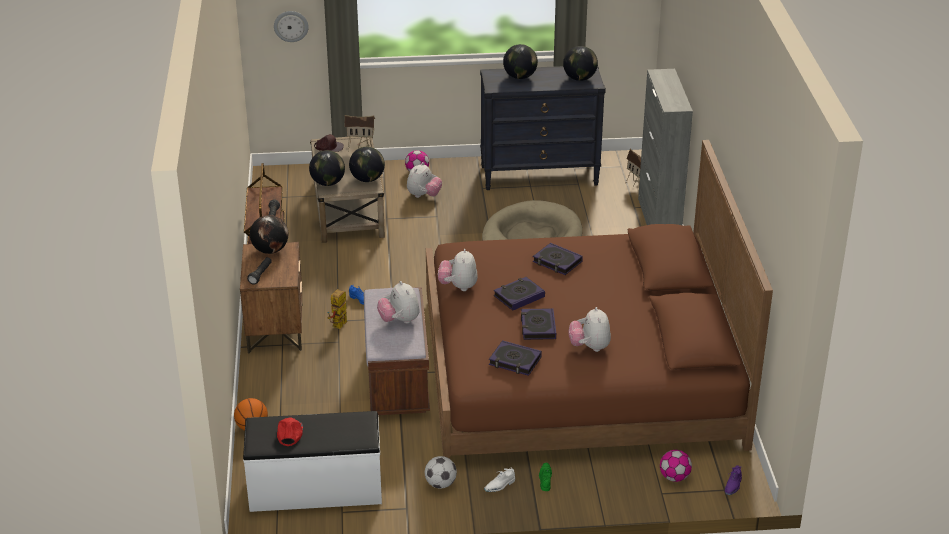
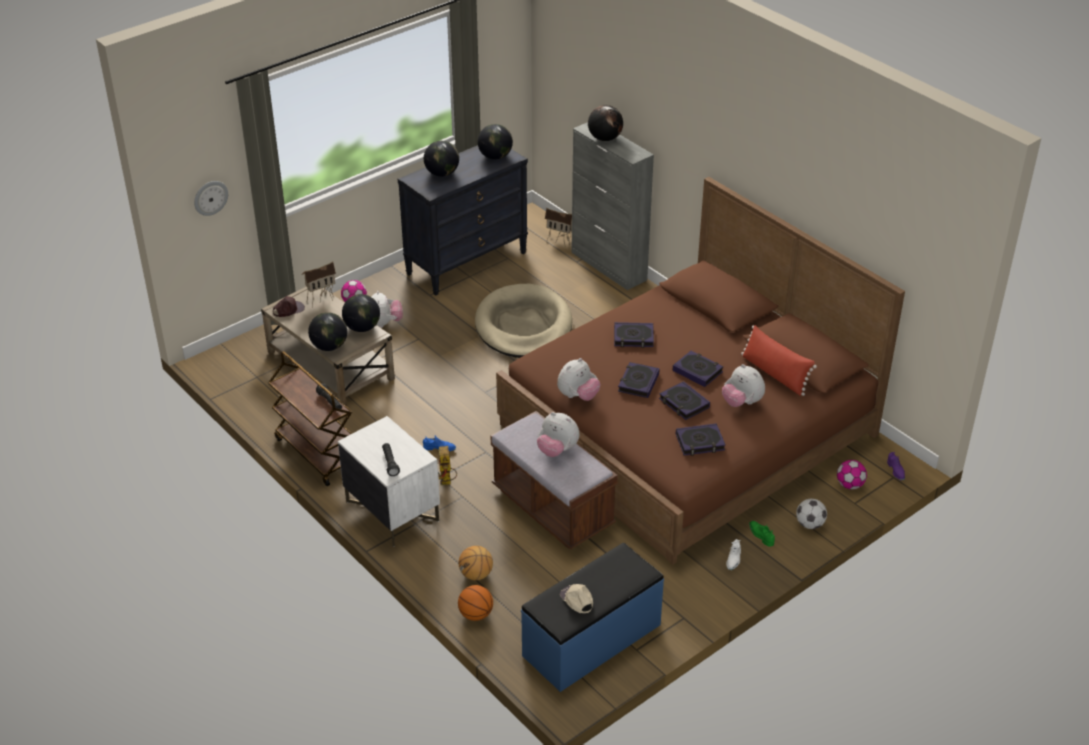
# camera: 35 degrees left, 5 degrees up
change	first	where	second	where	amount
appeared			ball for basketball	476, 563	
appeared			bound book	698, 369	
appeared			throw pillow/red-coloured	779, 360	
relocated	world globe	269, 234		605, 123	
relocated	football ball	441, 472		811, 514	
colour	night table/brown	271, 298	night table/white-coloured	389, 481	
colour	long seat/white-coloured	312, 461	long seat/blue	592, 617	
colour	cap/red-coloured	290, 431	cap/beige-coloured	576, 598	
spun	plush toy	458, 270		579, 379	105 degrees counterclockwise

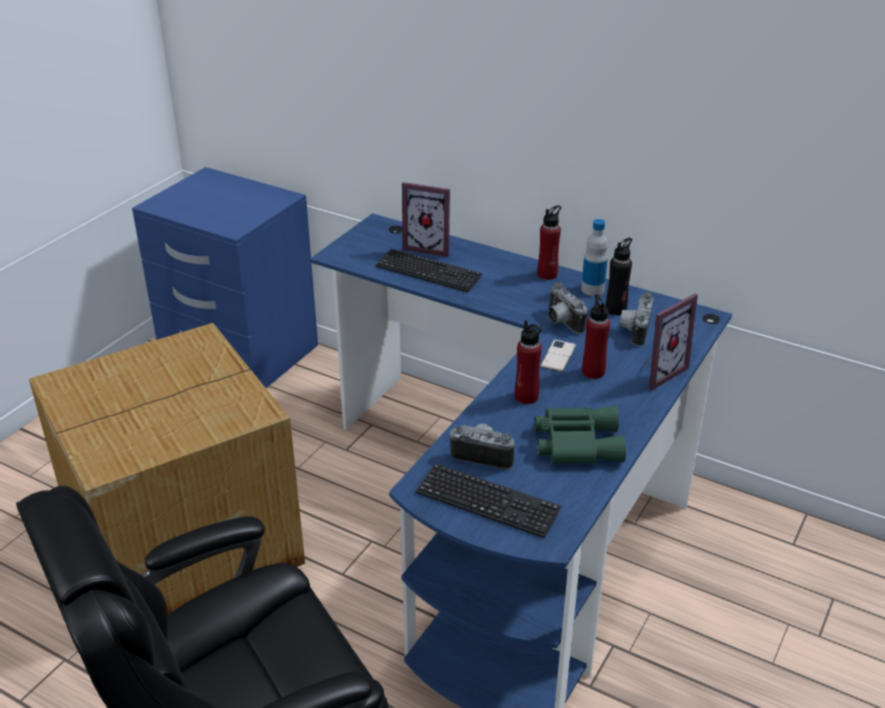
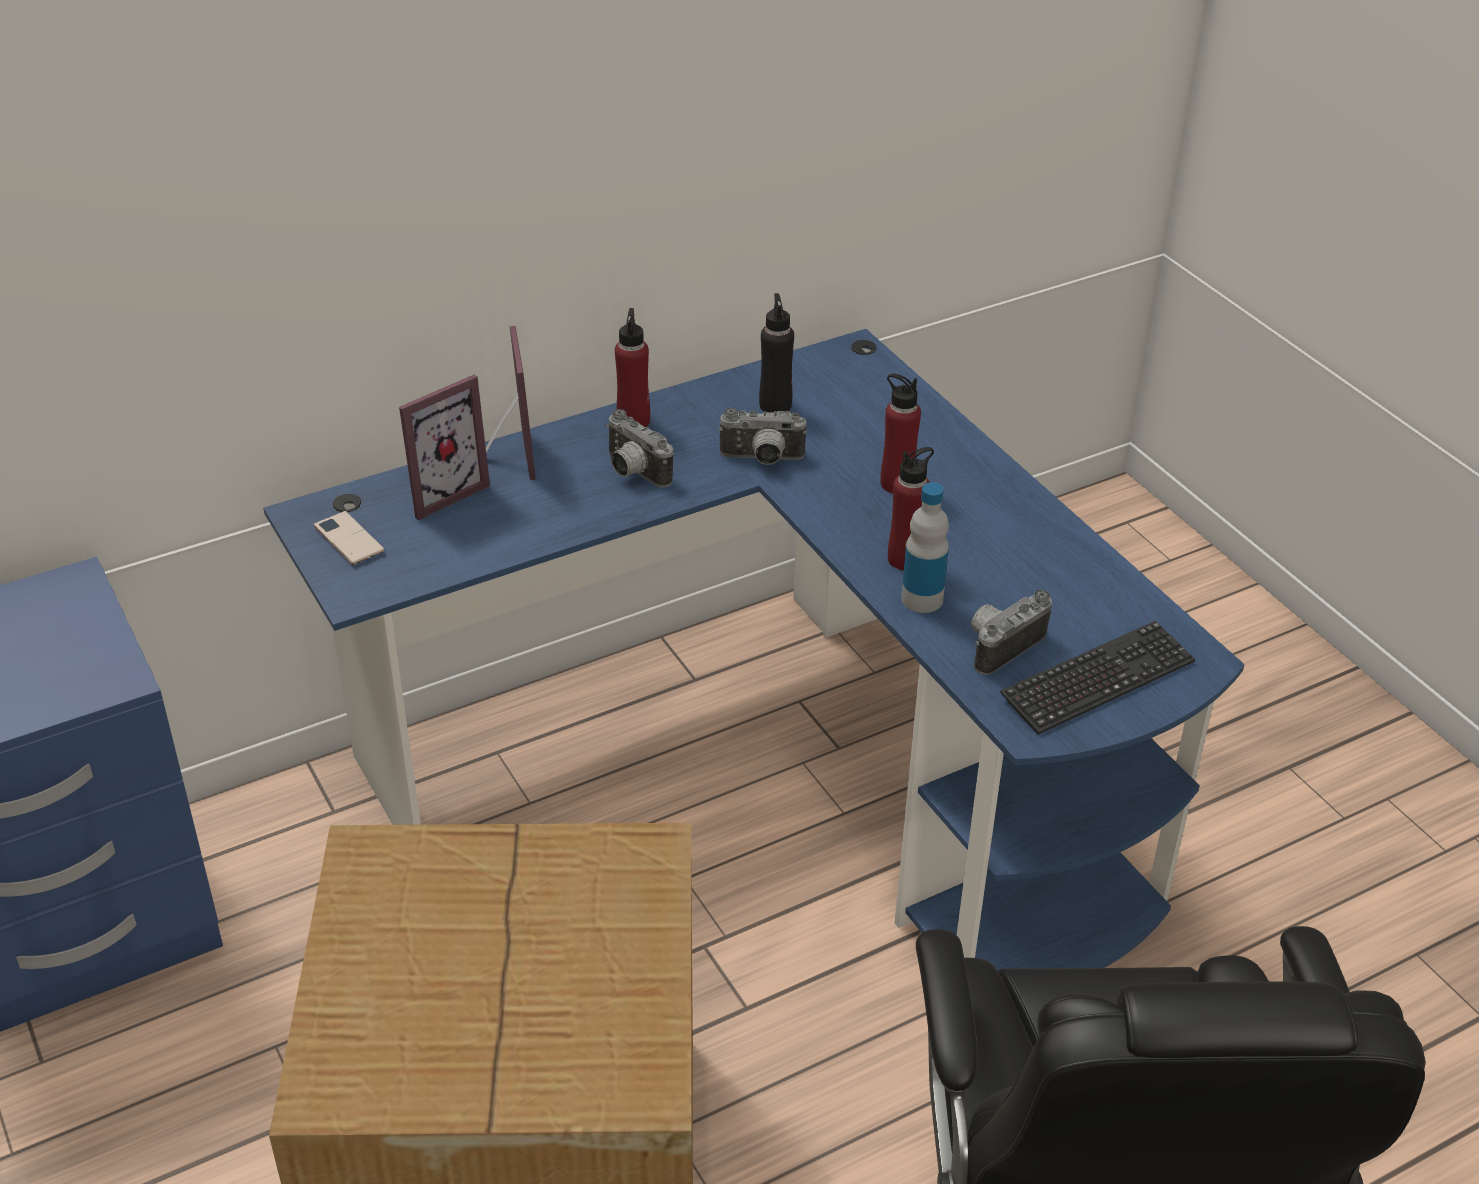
# camera: 60 degrees left, 5 degrees up
change	first	where	second	where	amount
missing	computer keyboard	429, 270			
missing	pair of binoculars/green-coloured	580, 435			
relocated	handset	558, 356		349, 538	
relocated	drink bottle	594, 257		925, 547	
relocated	still camera	636, 319		640, 448	
relocated	photo frame	671, 342		511, 403	

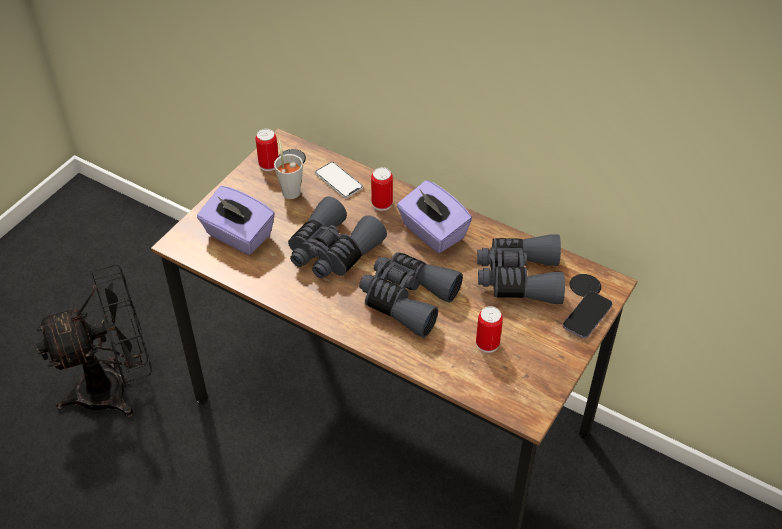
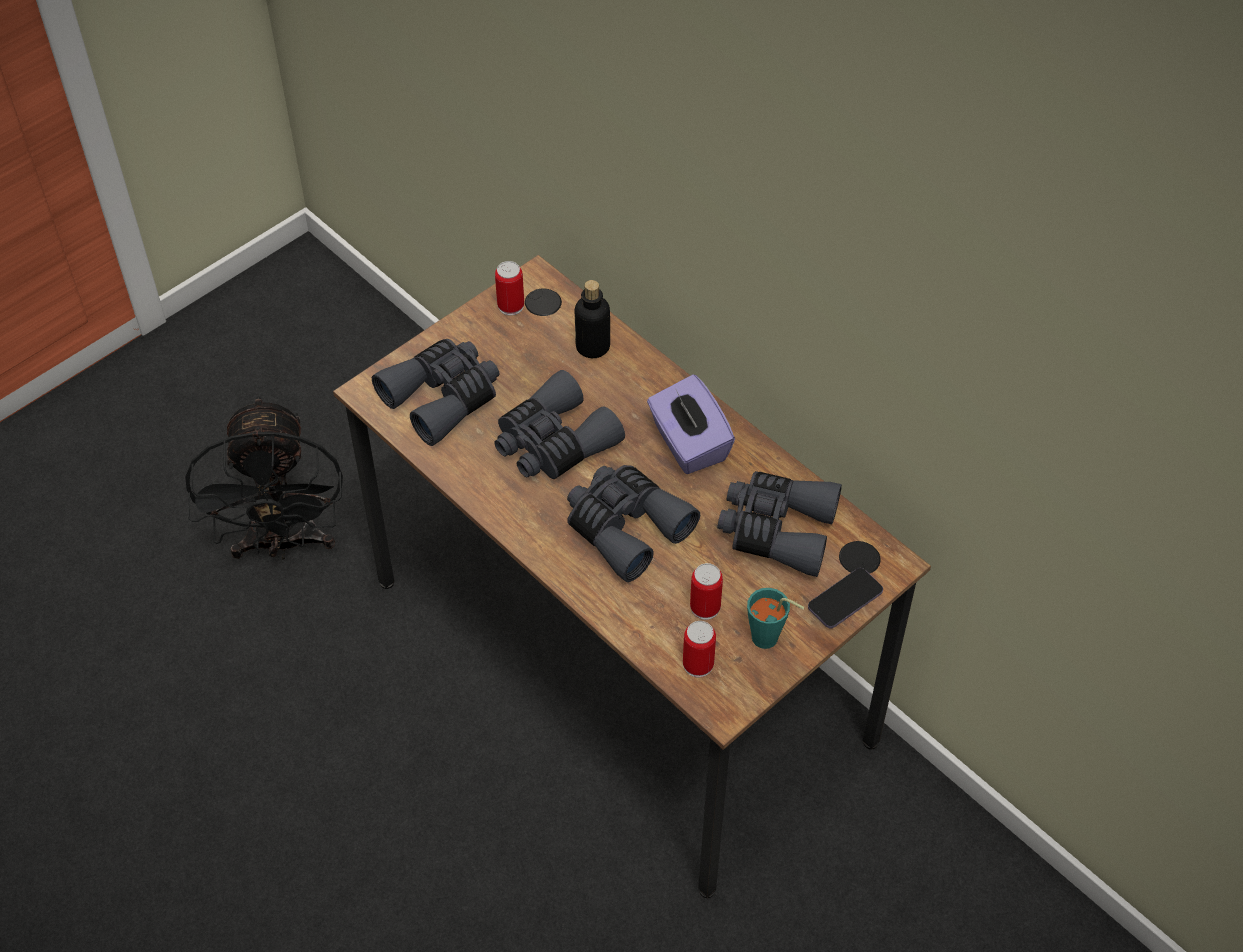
# camera: 15 degrees right, 5 degrees up
change	first	where	second	where	amount
missing	cup/grey	288, 169			
appeared			cup/turquoise	776, 618	
relocated	can	382, 189		699, 649	
exchanged	tissue box/purple-coloured	236, 220	pair of binoculars/grey	435, 392	
exchanged	handset	339, 180	drink bottle	592, 319	
spun	cooling fan/black-coloured	93, 340		264, 478	90 degrees clockwise

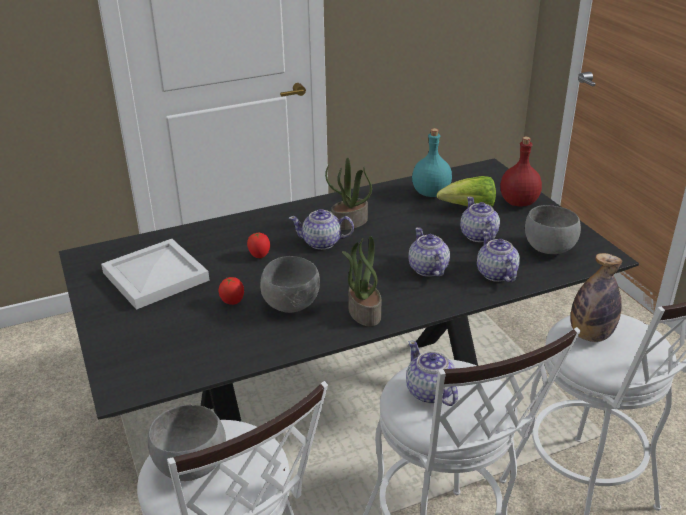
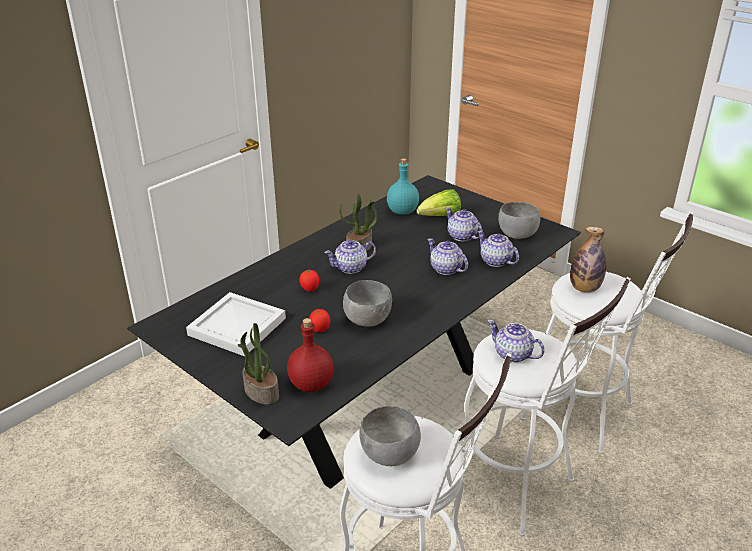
# camera: 25 degrees left, 0 degrees up
change	first	where	second	where	amount
relocated	potted plant	361, 281		258, 364	
relocated	drink bottle/red-coloured	521, 171		310, 355	

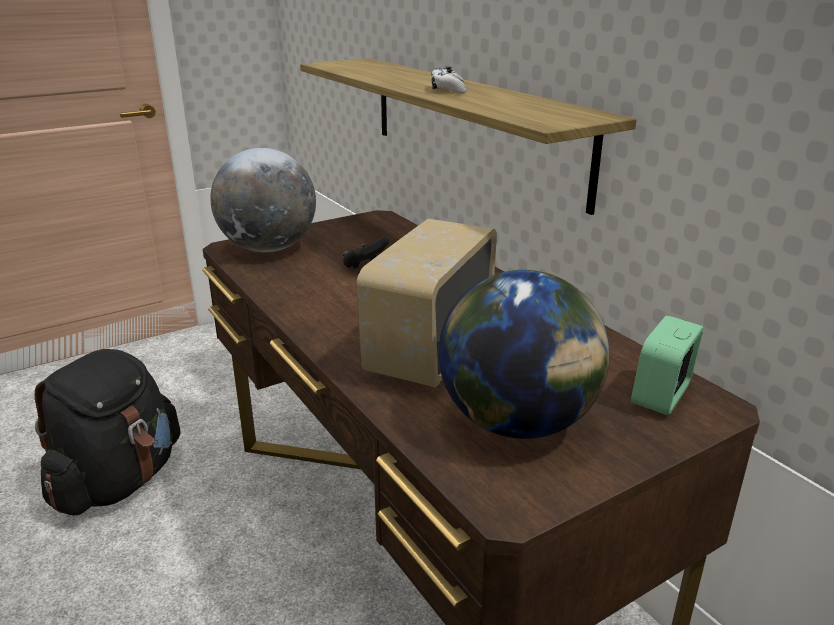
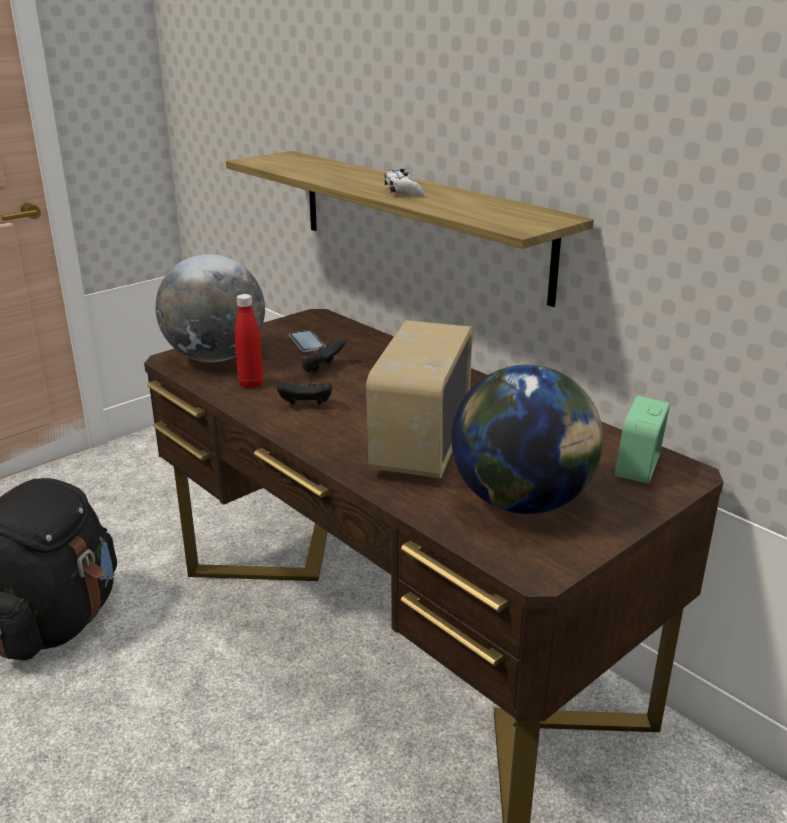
# camera: 10 degrees left, 0 degrees up
change	first	where	second	where	amount
appeared			drink bottle/red-coloured	249, 341	
appeared			joypad/black-coloured	304, 393	
appeared			handset	307, 341	

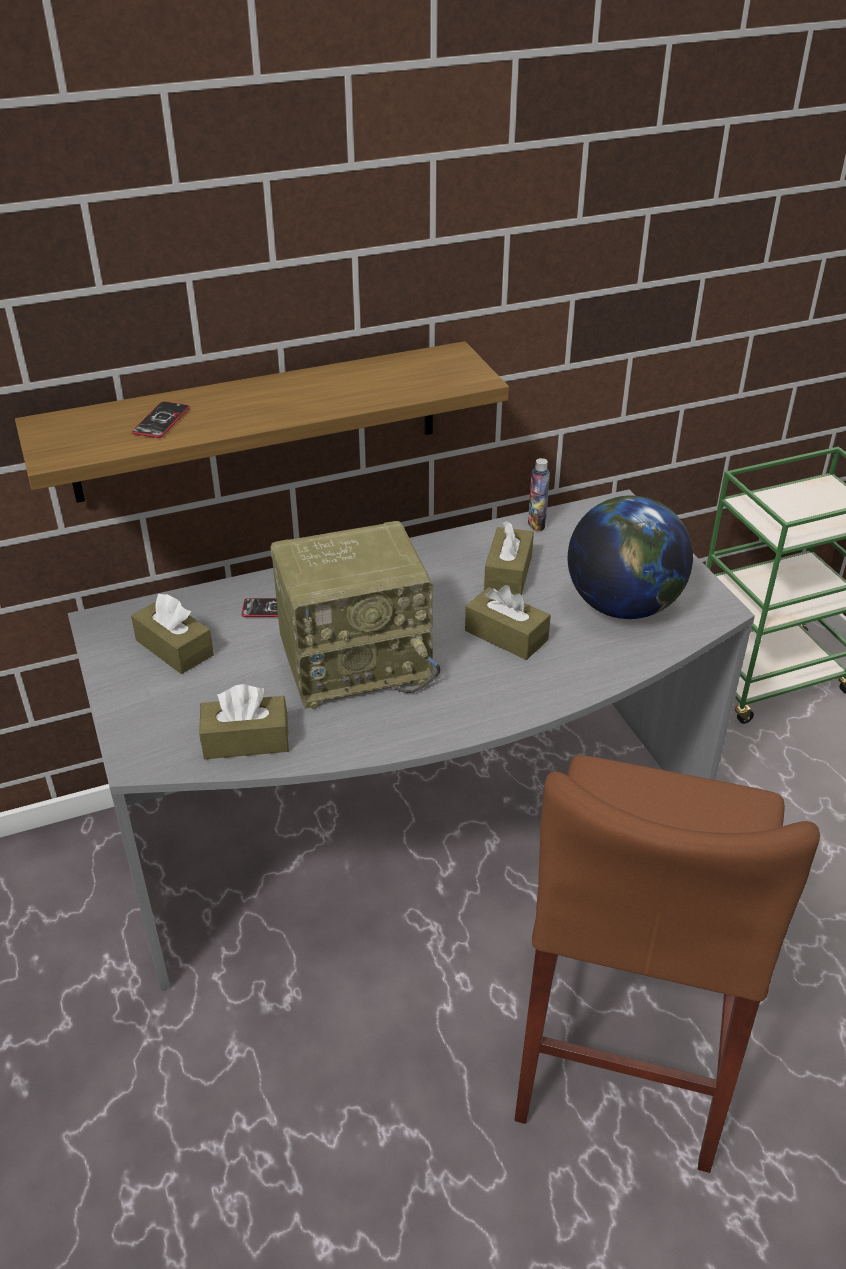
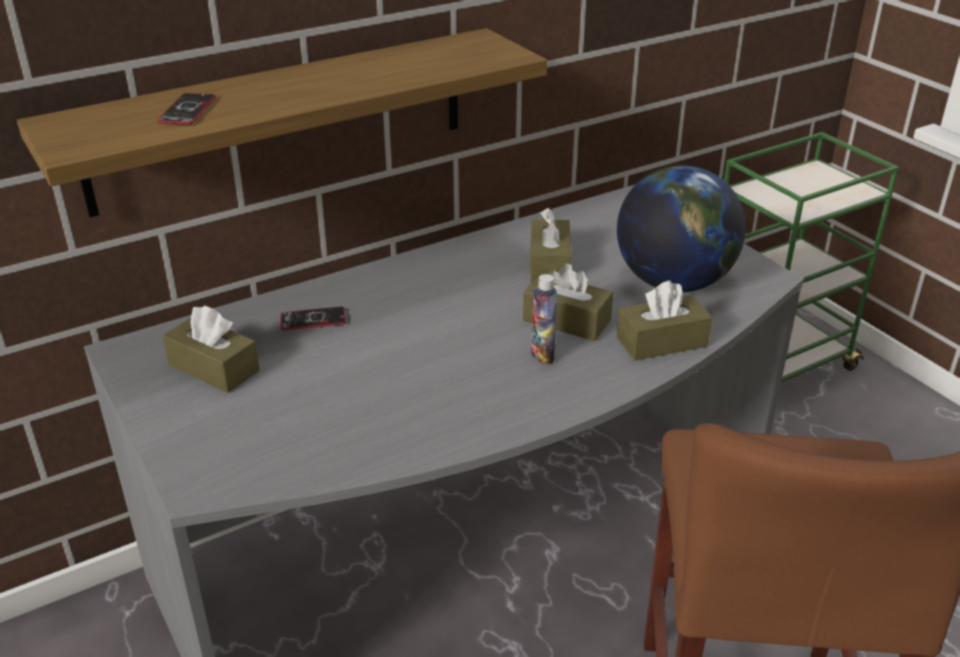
# camera: 10 degrees left, 5 degrees down
change	first	where	second	where	amount
missing	radio receiver	355, 615			
relocated	tissue box/brown	244, 721		664, 320	
relocated	drink bottle	539, 494		544, 319	

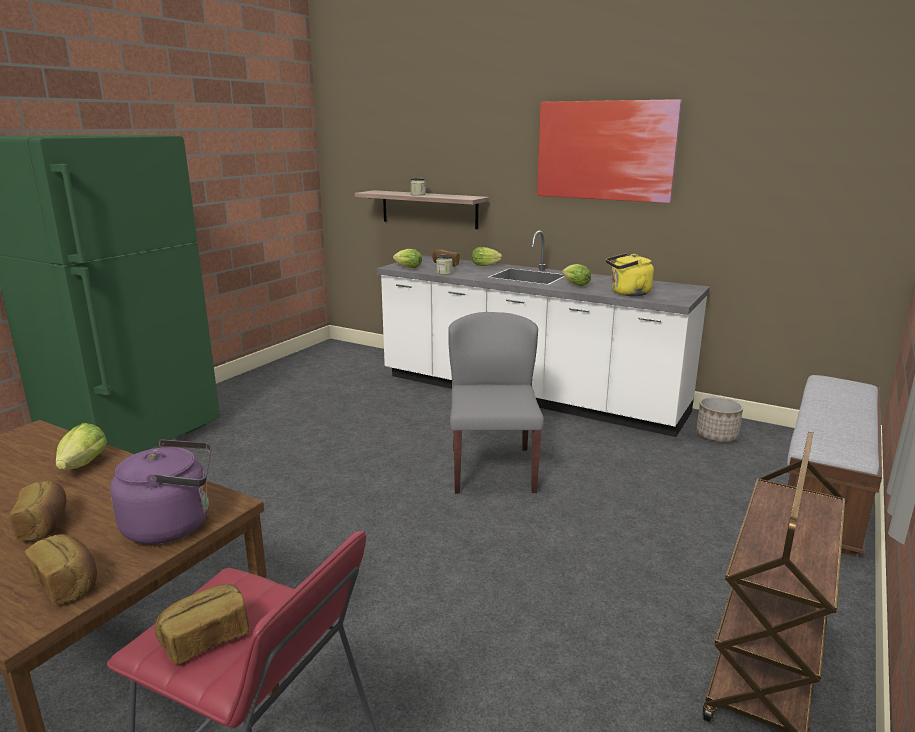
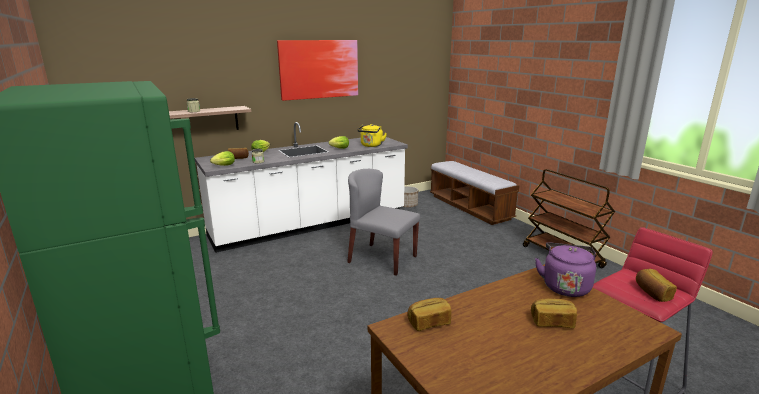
# camera: 60 degrees left, 0 degrees up
change	first	where	second	where	amount
missing	lettuce	81, 446			
relocated	bread	61, 569		429, 314	

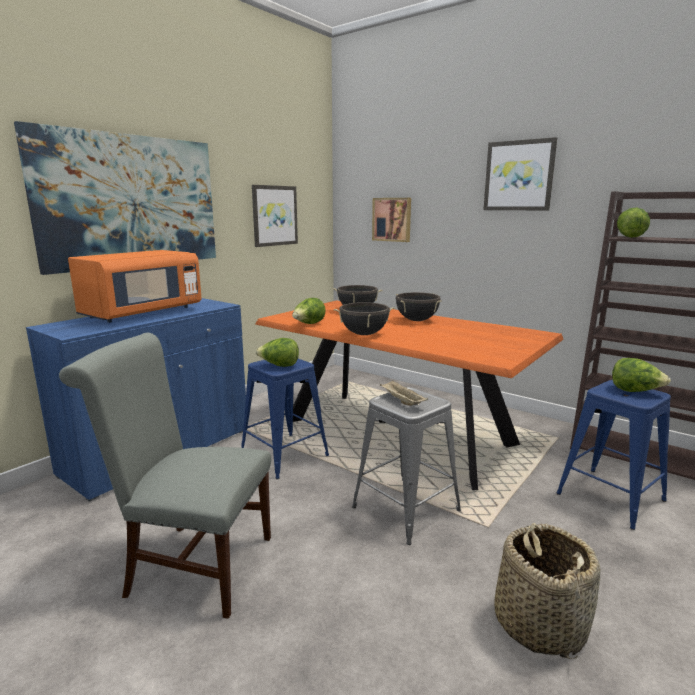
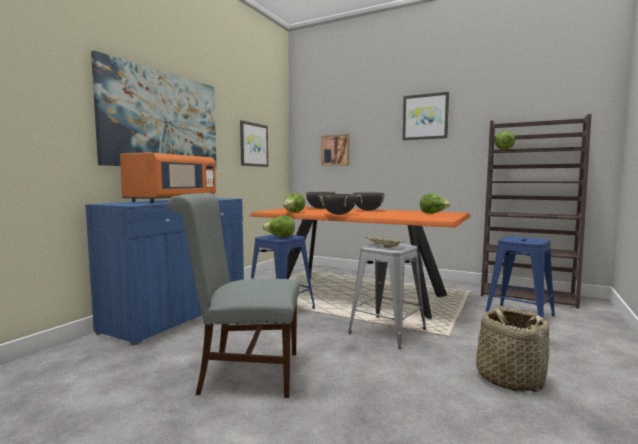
# camera: 10 degrees left, 10 degrees down
change	first	where	second	where	amount
relocated	lettuce	641, 375		435, 204	

